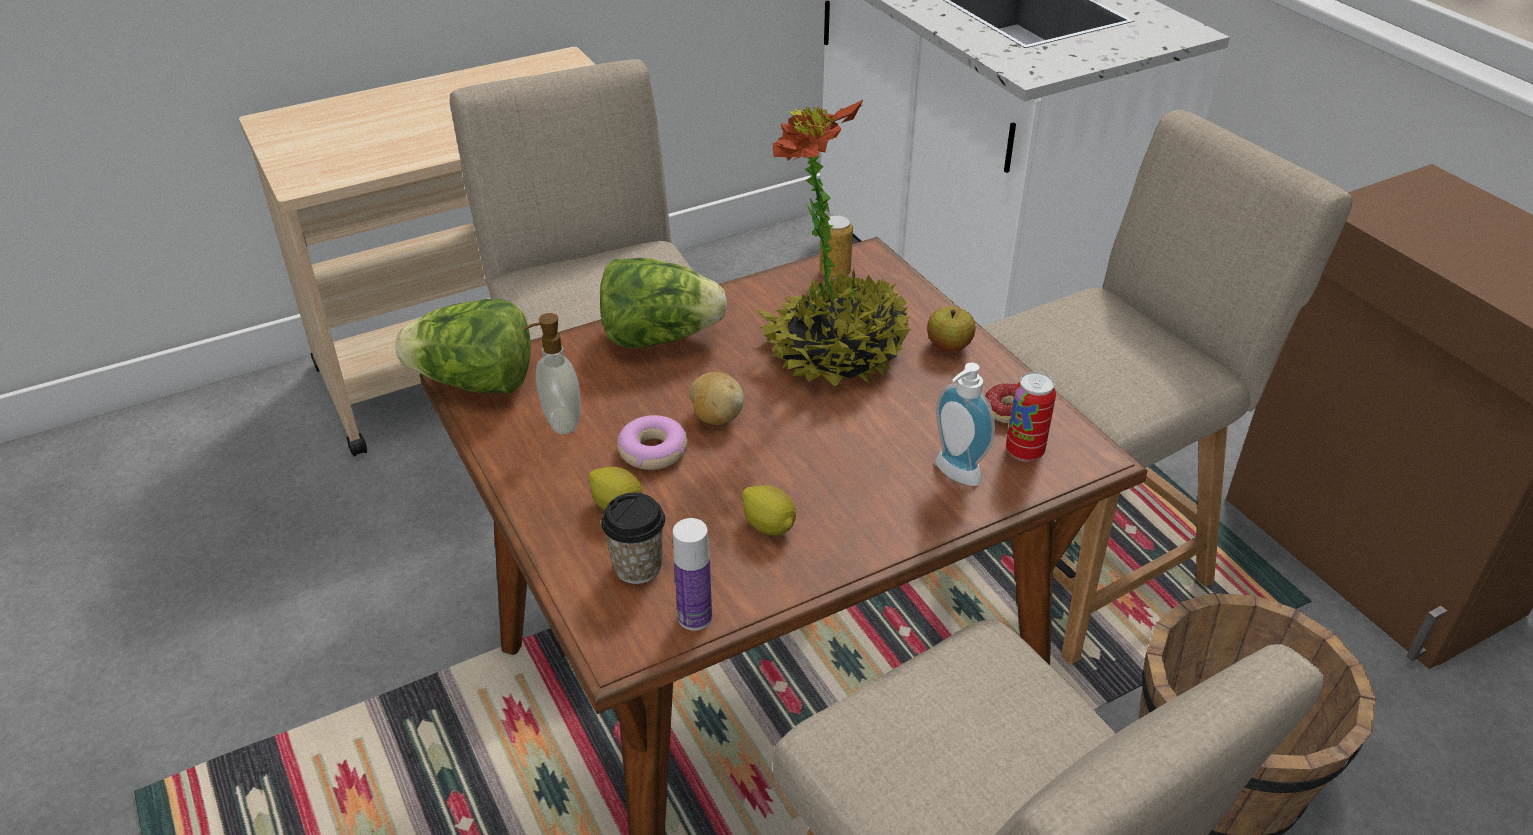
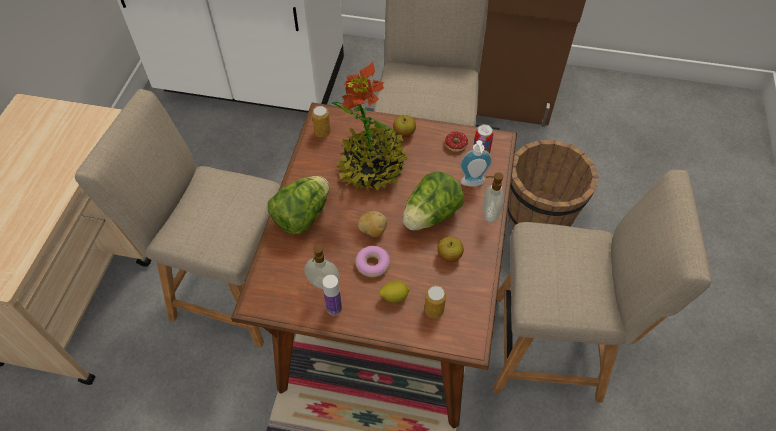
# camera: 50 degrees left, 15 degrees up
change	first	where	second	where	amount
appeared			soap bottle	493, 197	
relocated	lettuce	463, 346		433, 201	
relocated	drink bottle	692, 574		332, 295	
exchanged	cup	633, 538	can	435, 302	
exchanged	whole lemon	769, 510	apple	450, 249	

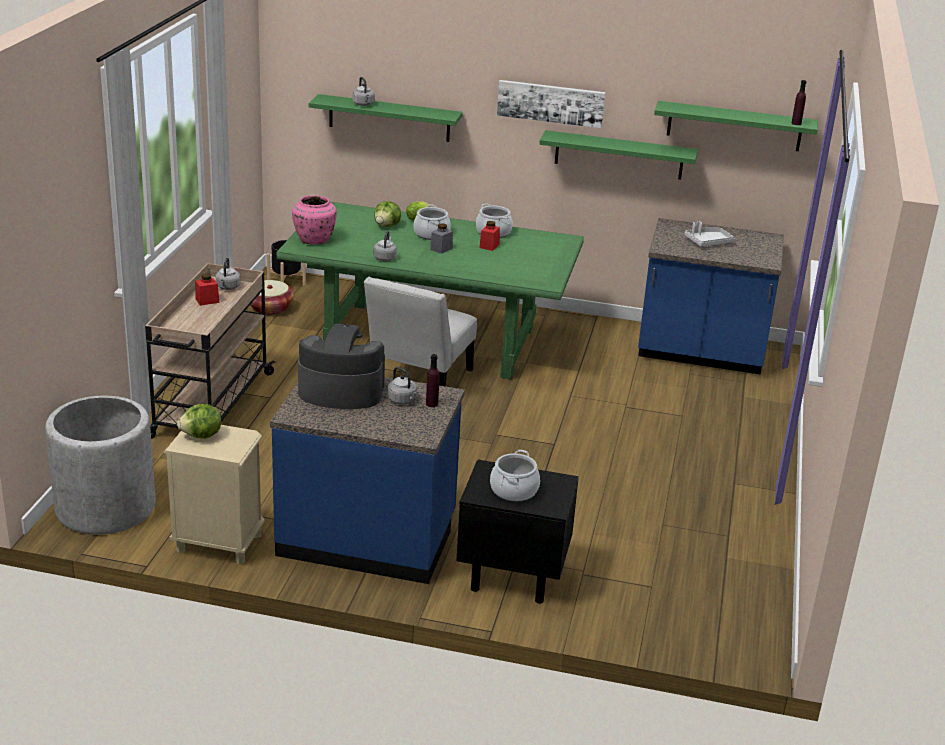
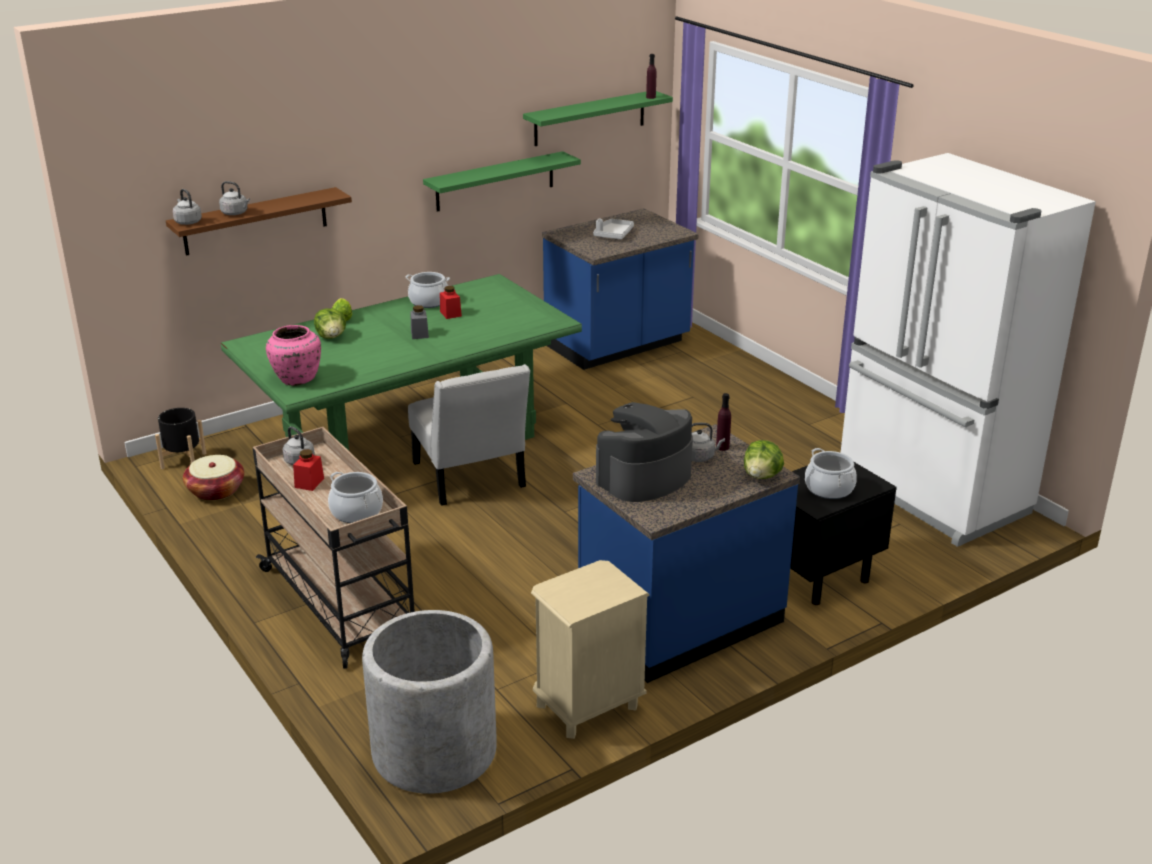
# camera: 45 degrees left, 0 degrees up
change	first	where	second	where	amount
missing	picture	551, 104			
appeared			kitchen fridge/white-coloured	968, 350	
relocated	lettuce	199, 421		764, 459	
relocated	kettle/grey	385, 245		187, 207	
relocated	cooking pot	432, 222		355, 497	
colour	bracket shelf/green-coloured	386, 118	bracket shelf/brown	259, 221	

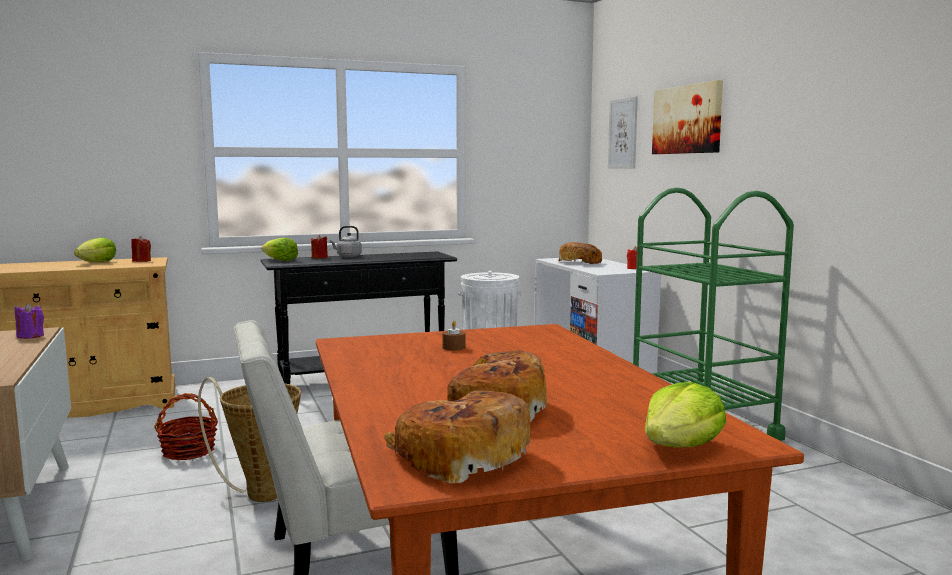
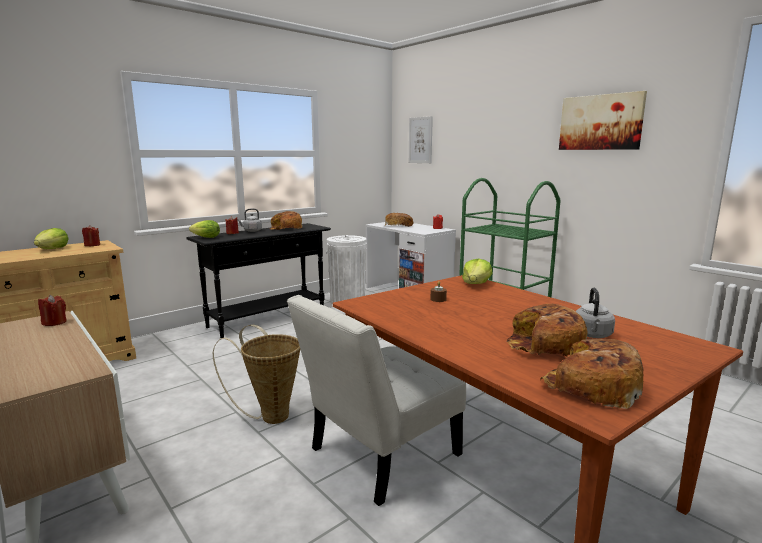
# camera: 20 degrees left, 5 degrees up
change	first	where	second	where	amount
missing	storage basket	186, 426			
appeared			bread	286, 220	
appeared			kettle/grey	595, 313	
relocated	lettuce	685, 415		477, 271	
relocated	picture	687, 117		603, 120	
colour	candle/purple-coloured	29, 321	candle/red-coloured	52, 310	

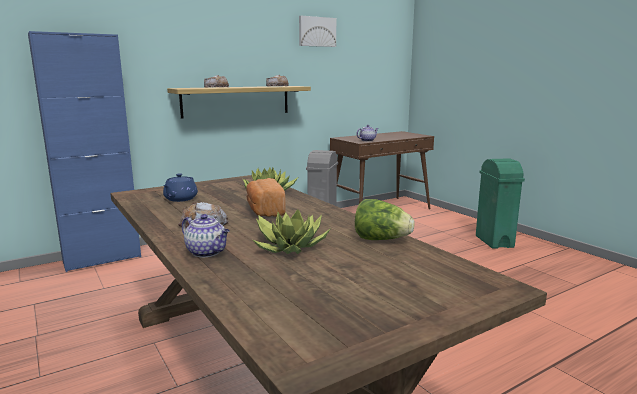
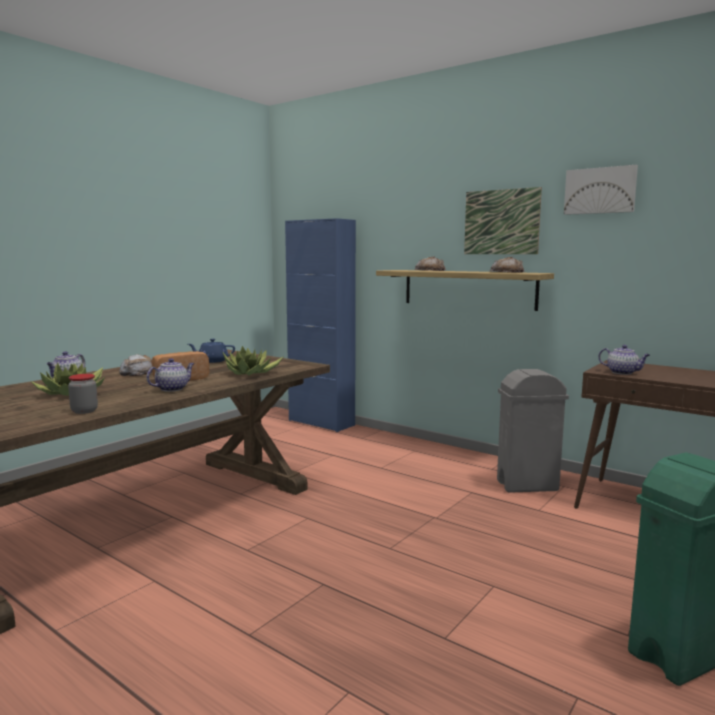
# camera: 70 degrees right, 5 degrees down
change	first	where	second	where	amount
appeared			tea pot	170, 375	
appeared			picture	503, 220	
exchanged	lettuce	385, 219	storage jar	83, 394	

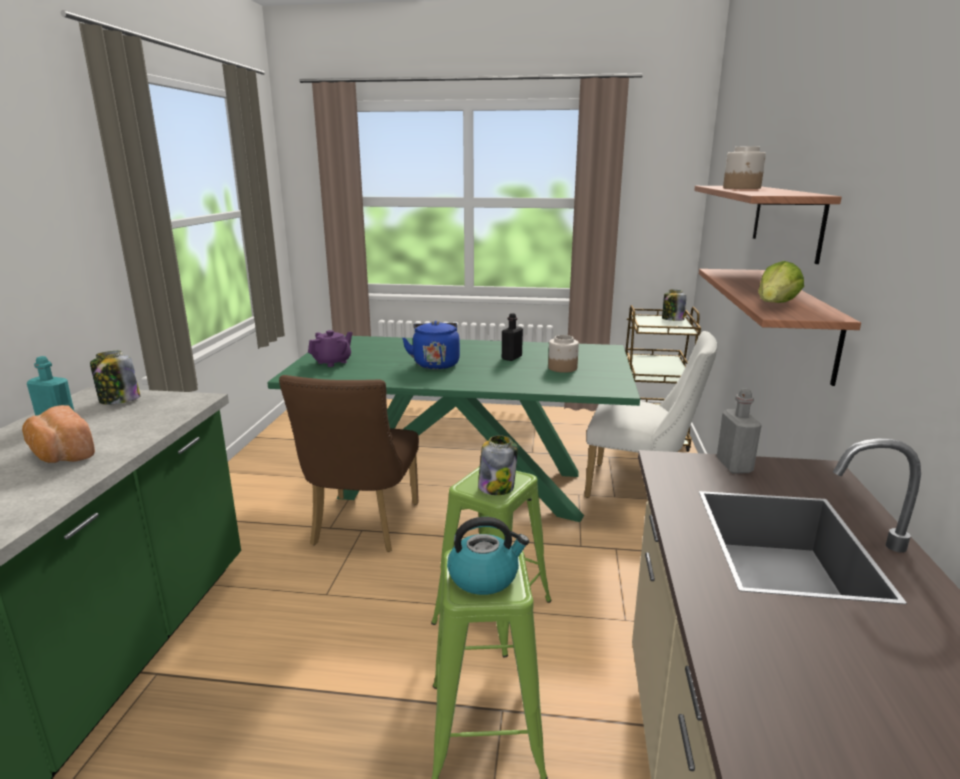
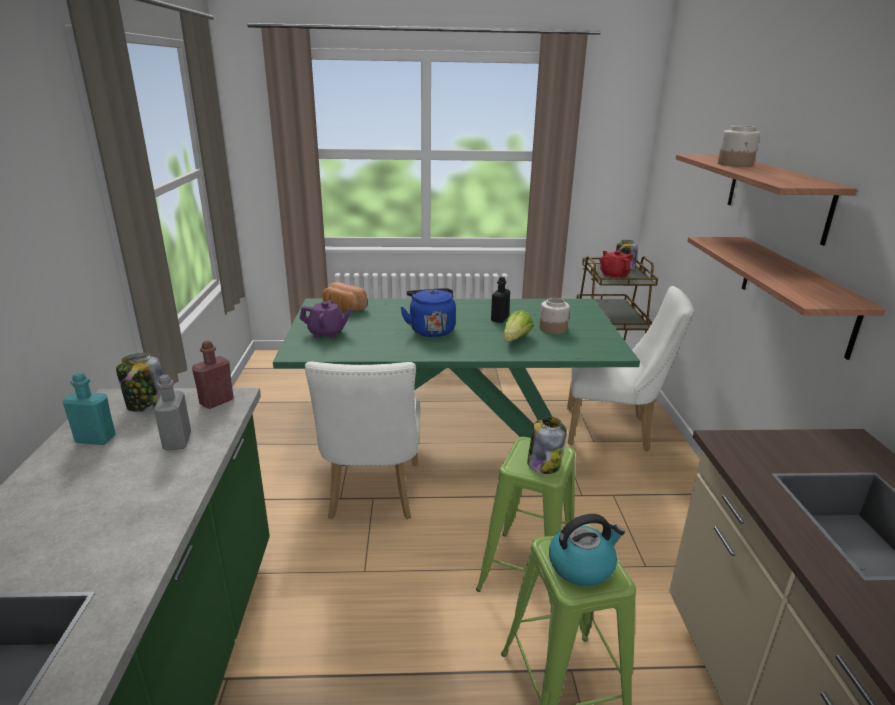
# camera: 10 degrees left, 5 degrees up
change	first	where	second	where	amount
appeared			drink bottle/red-coloured	213, 375	
appeared			tea pot/red-coloured	616, 264	
relocated	bread	58, 434		344, 296	
relocated	drink bottle/grey	739, 431		172, 412	
relocated	lettuce	781, 282		518, 326	
colour	chair/brown	349, 463	chair/white-coloured	362, 441	
spun	tea pot/purple-coloured	330, 348		326, 319	60 degrees clockwise

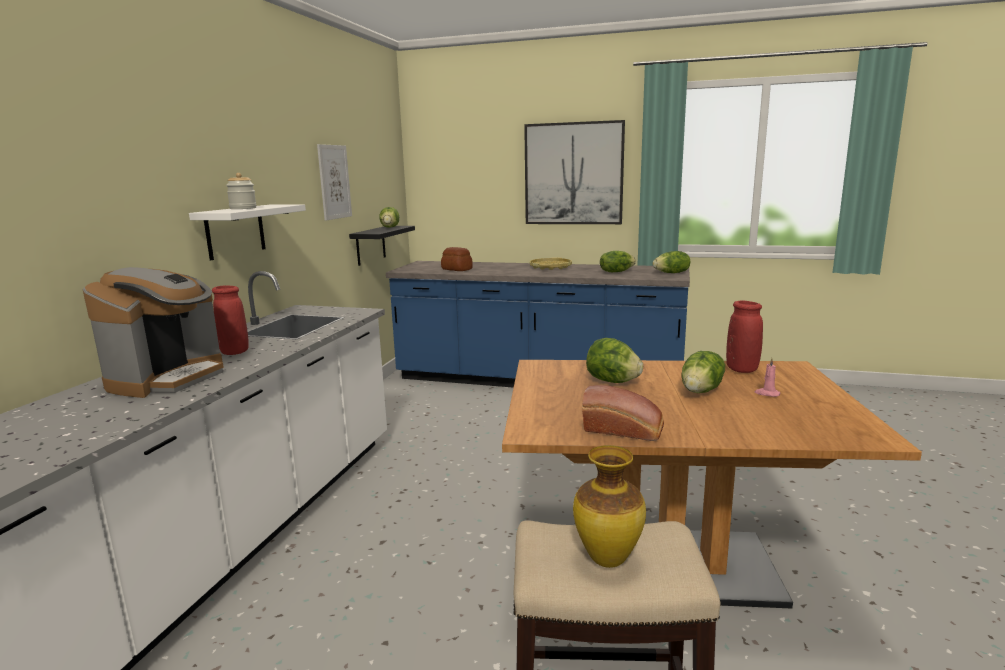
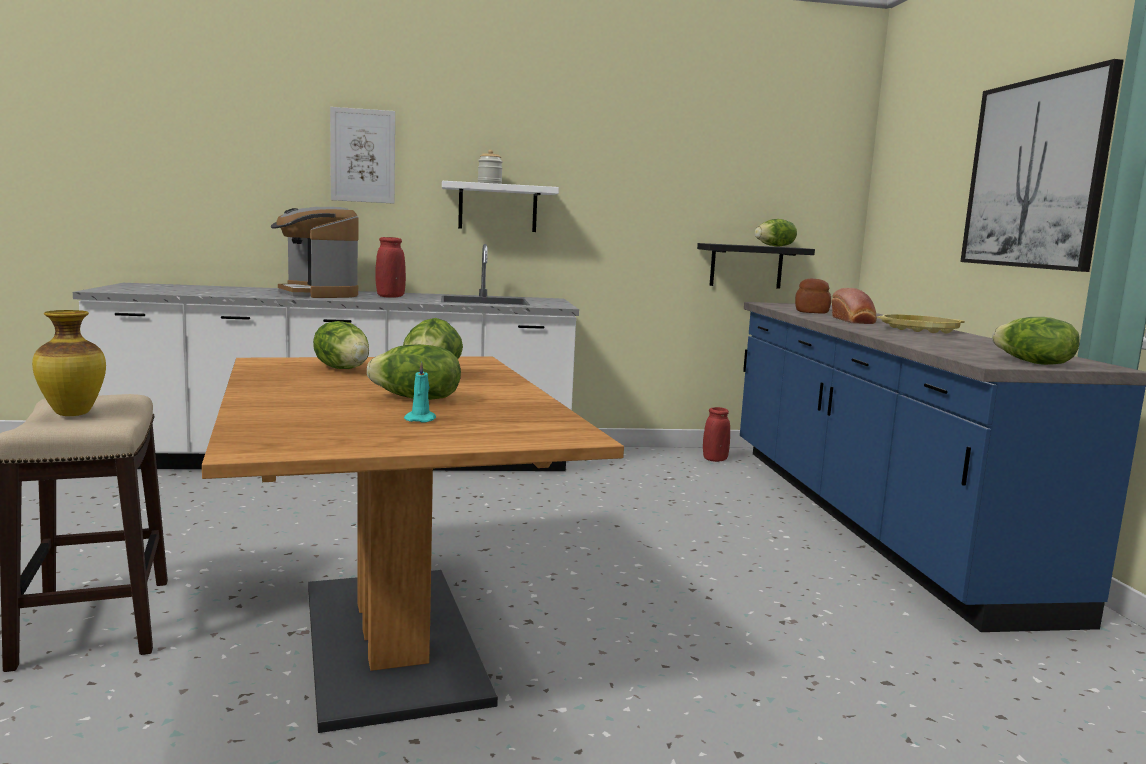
# camera: 65 degrees right, 5 degrees down
change	first	where	second	where	amount
relocated	picture	334, 182		362, 155	
relocated	bread	623, 413		854, 306	
relocated	lettuce	618, 261		341, 345	
relocated	vase/red-coloured	744, 337		716, 434	
colour	candle/pink	767, 377	candle/turquoise	420, 392	
spun	coffee brewer	153, 332		315, 252	60 degrees clockwise

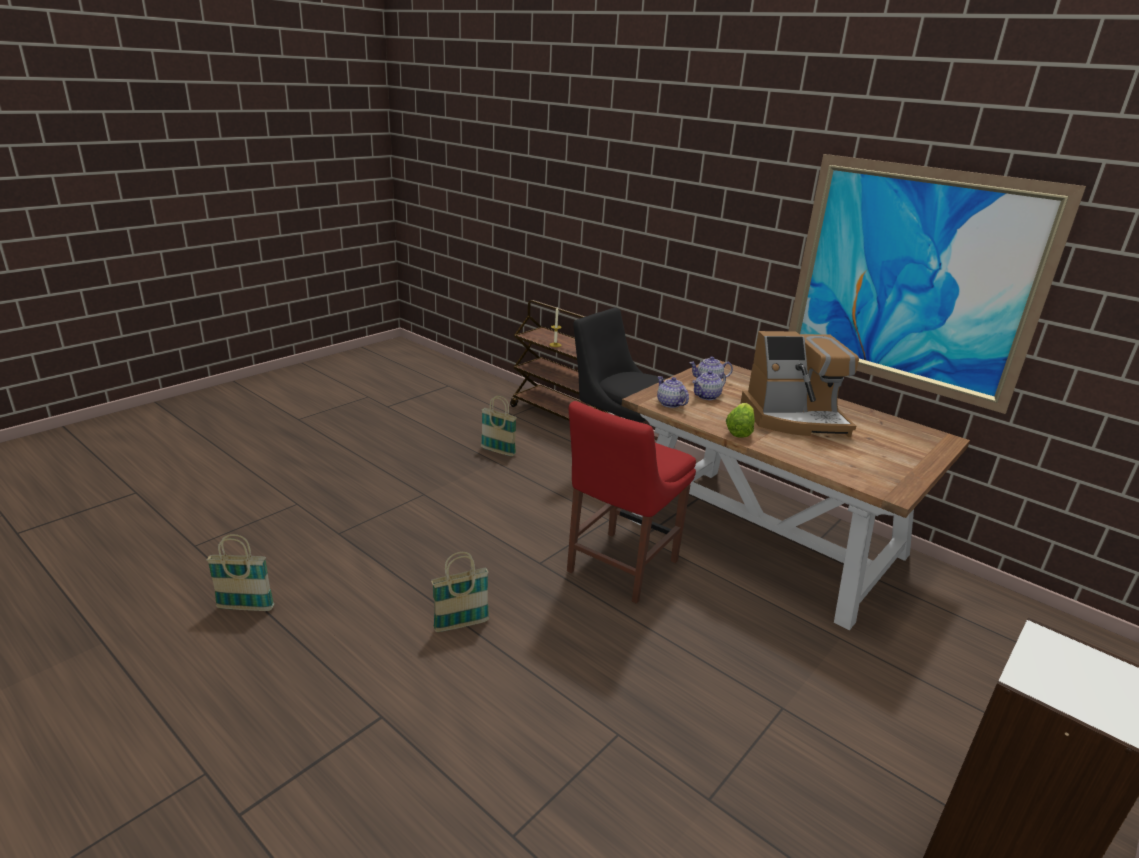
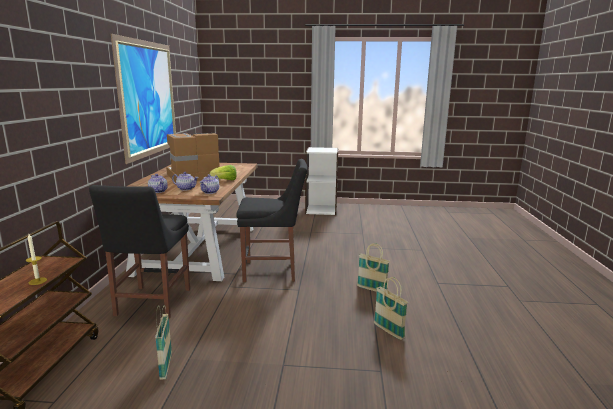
# camera: 125 degrees left, 10 degrees down
change	first	where	second	where	amount
relocated	storage basket	241, 572		391, 308	
colour	chair/red-coloured	631, 502	chair/black-coloured	271, 220	
spun	coffee brewer	800, 384		192, 158	75 degrees counterclockwise

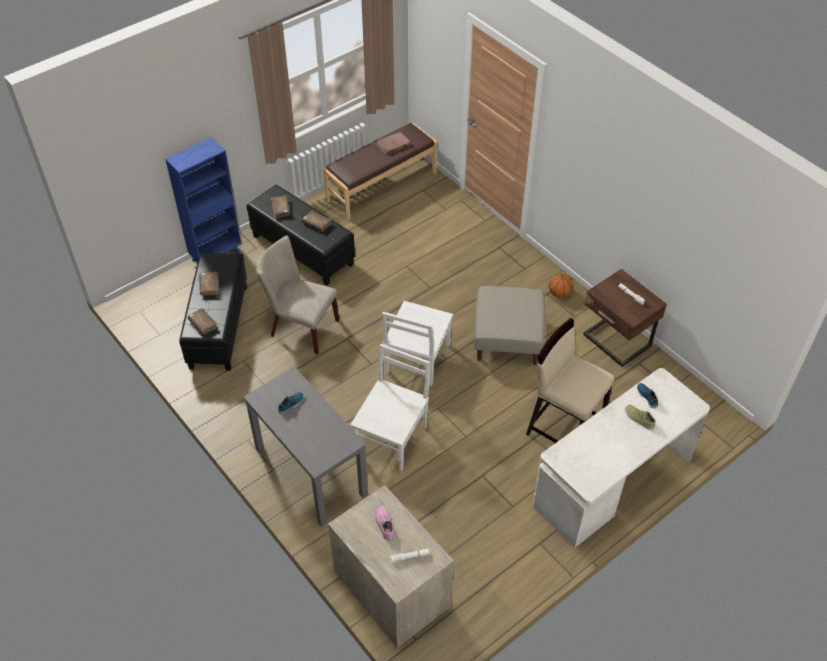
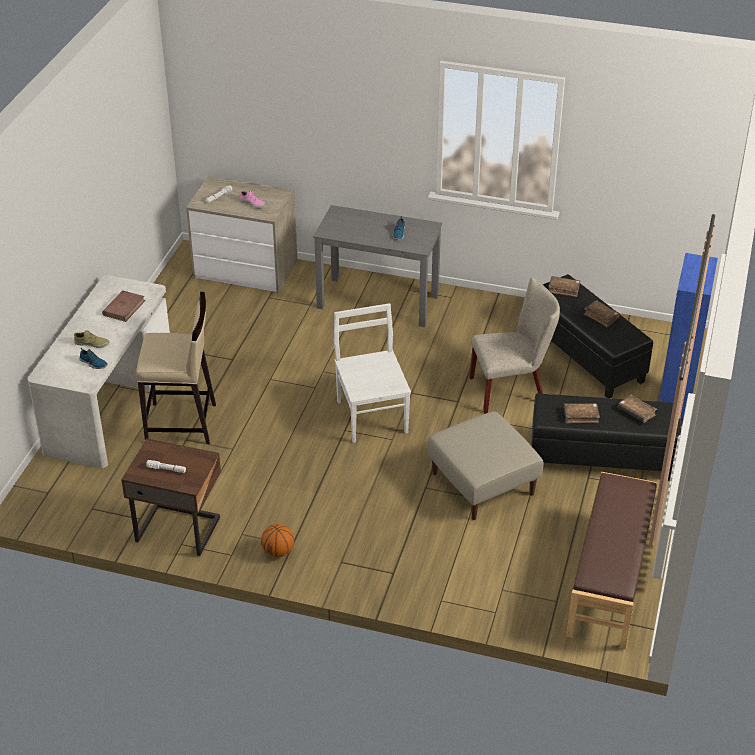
# camera: 145 degrees right, 10 degrees down
change	first	where	second	where	amount
missing	chair/white-coloured	390, 408			
relocated	bound book/brown	393, 143		124, 306	
relocated	pouffe/beige-coloured	509, 325		485, 465	

